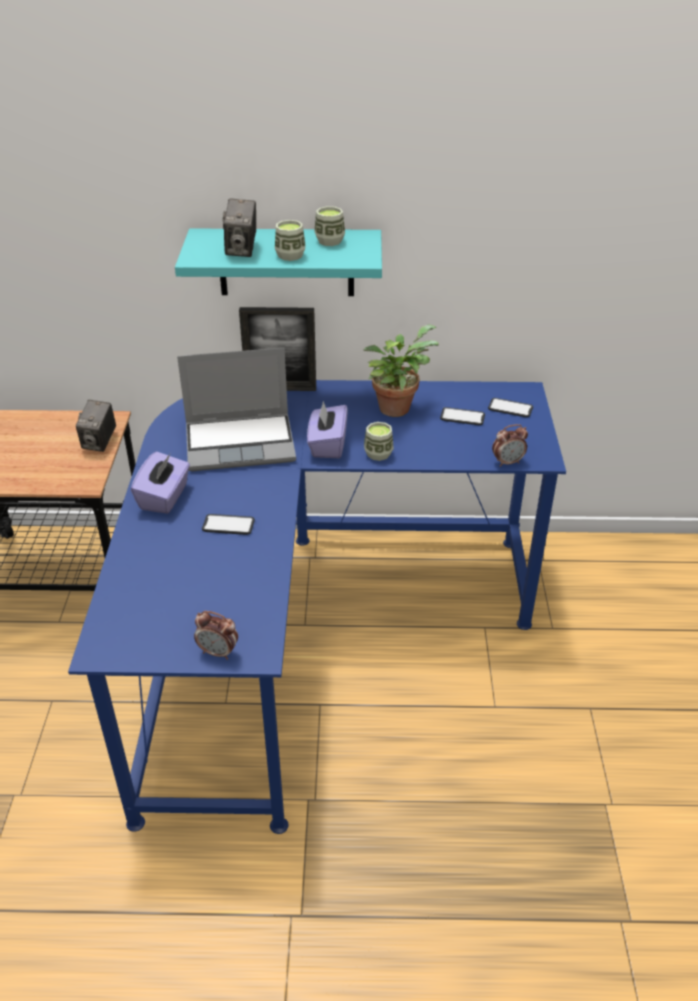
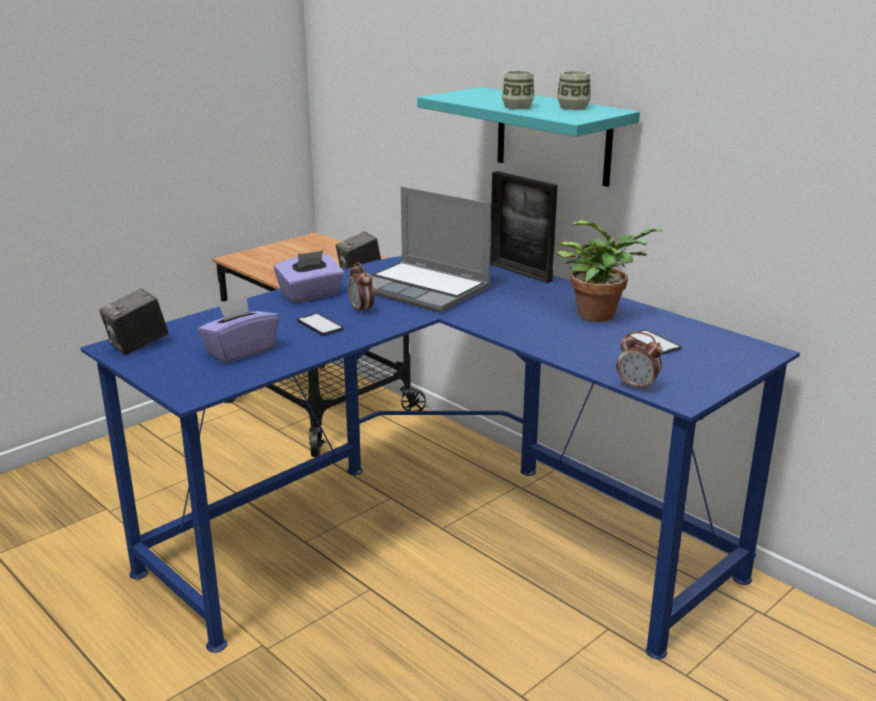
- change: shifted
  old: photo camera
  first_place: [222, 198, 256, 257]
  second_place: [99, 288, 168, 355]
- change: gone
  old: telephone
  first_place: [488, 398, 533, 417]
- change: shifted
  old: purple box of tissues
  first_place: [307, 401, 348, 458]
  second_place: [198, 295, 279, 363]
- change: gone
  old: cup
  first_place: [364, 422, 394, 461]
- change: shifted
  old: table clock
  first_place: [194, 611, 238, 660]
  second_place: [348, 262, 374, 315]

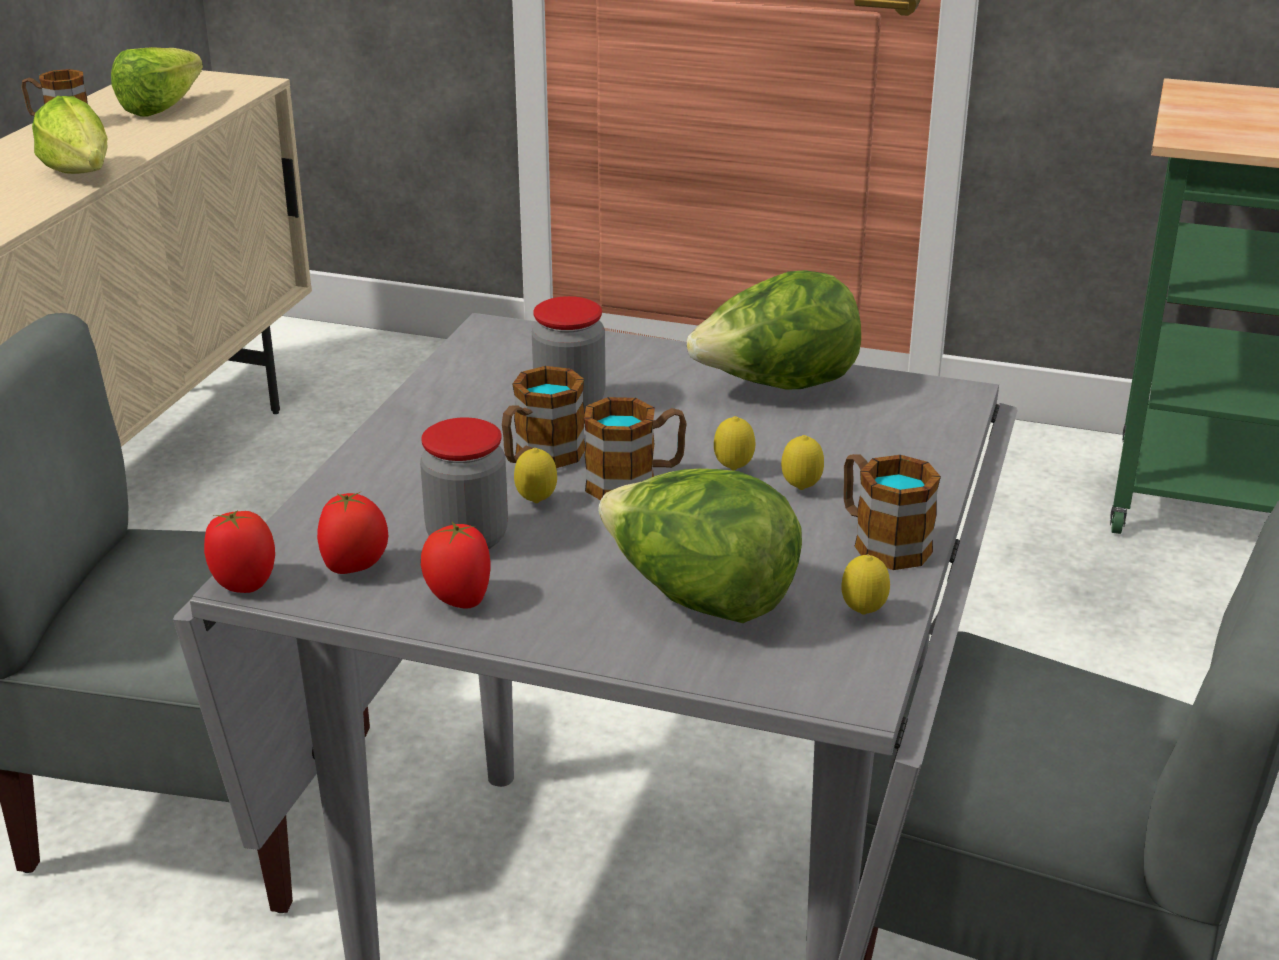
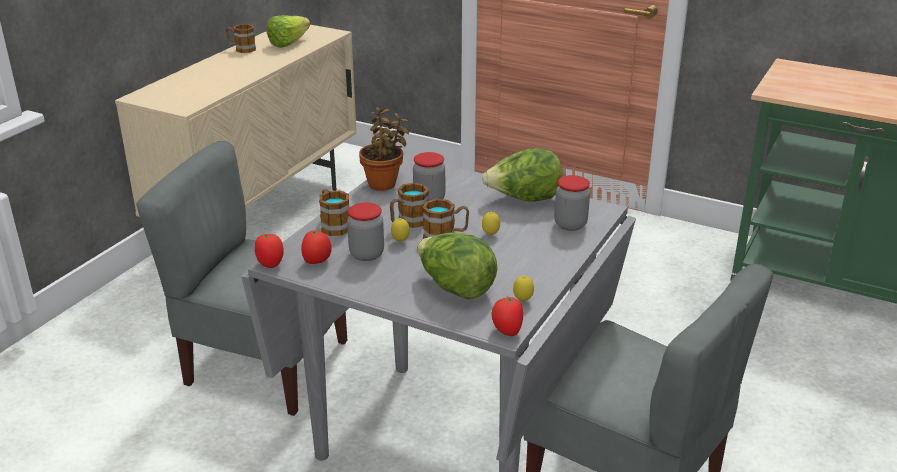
- change: gone
  old: lettuce head
  first_place: [32, 96, 108, 174]
- change: gone
  old: whole lemon
  first_place: [781, 435, 824, 490]
- change: shifted
  old: mug
  first_place: [843, 454, 941, 570]
  second_place: [319, 189, 350, 236]
- change: shifted
  old: tomato
  first_place: [421, 522, 491, 609]
  second_place: [492, 296, 523, 336]
- change: new
  new: potted plant
  second_place: [359, 107, 409, 191]
- change: new
  new: jar
  second_place: [554, 175, 590, 231]

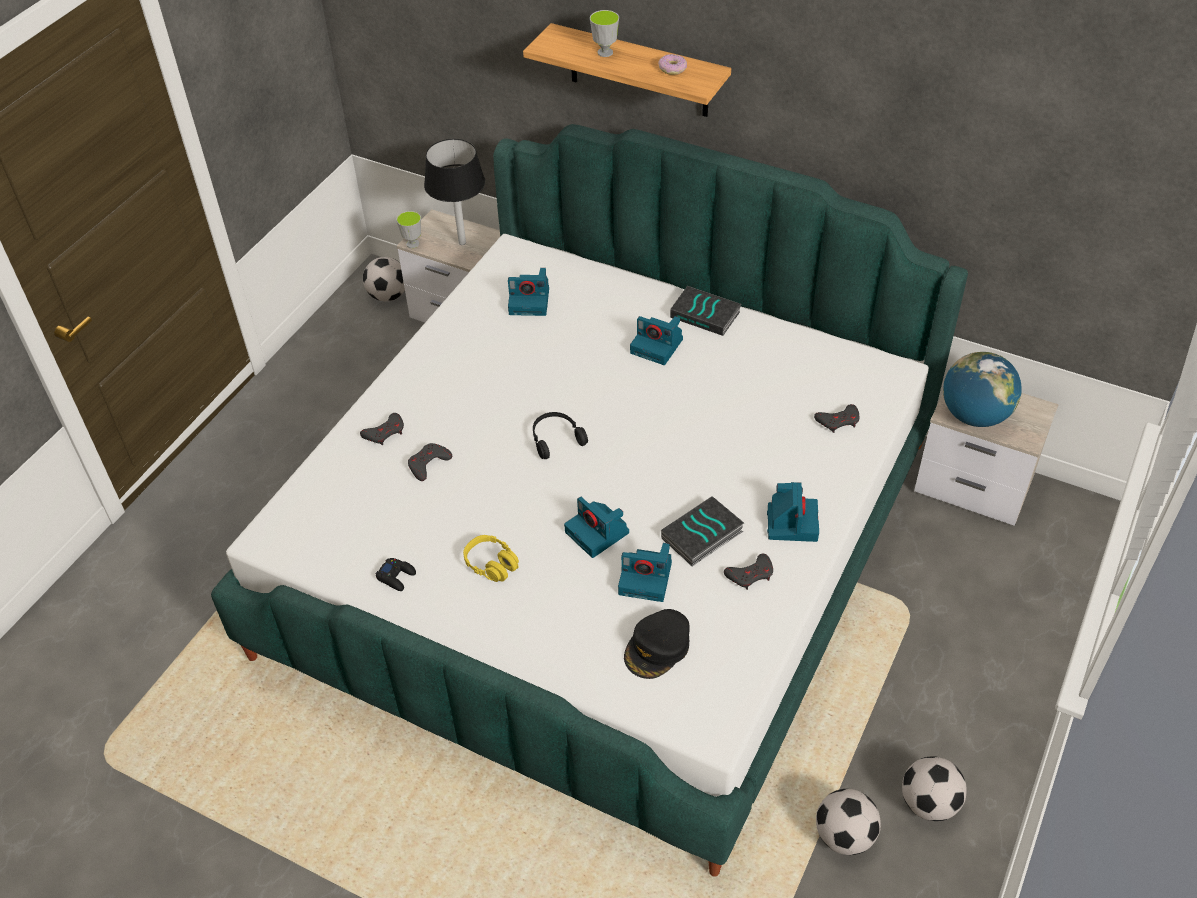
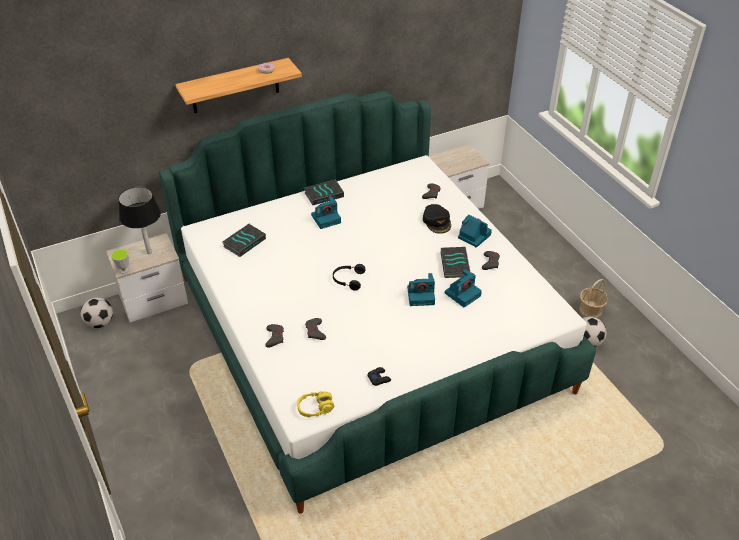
- change: gone
  old: cup
  first_place: [590, 10, 619, 57]
- change: swapped
  old: photo camera
  new: book
  first_place: [508, 268, 549, 316]
  second_place: [222, 224, 266, 257]
- change: gone
  old: desk globe
  first_place: [943, 352, 1022, 427]
- change: shifted
  old: yellow-coloured pair of headphones
  first_place: [463, 535, 519, 582]
  second_place: [297, 391, 334, 417]
- change: shifted
  old: blackish baseball cap
  first_place: [624, 609, 690, 679]
  second_place: [423, 204, 451, 234]
- change: swapped
  old: football ball
  new: basket
  first_place: [902, 756, 967, 821]
  second_place: [580, 279, 608, 318]

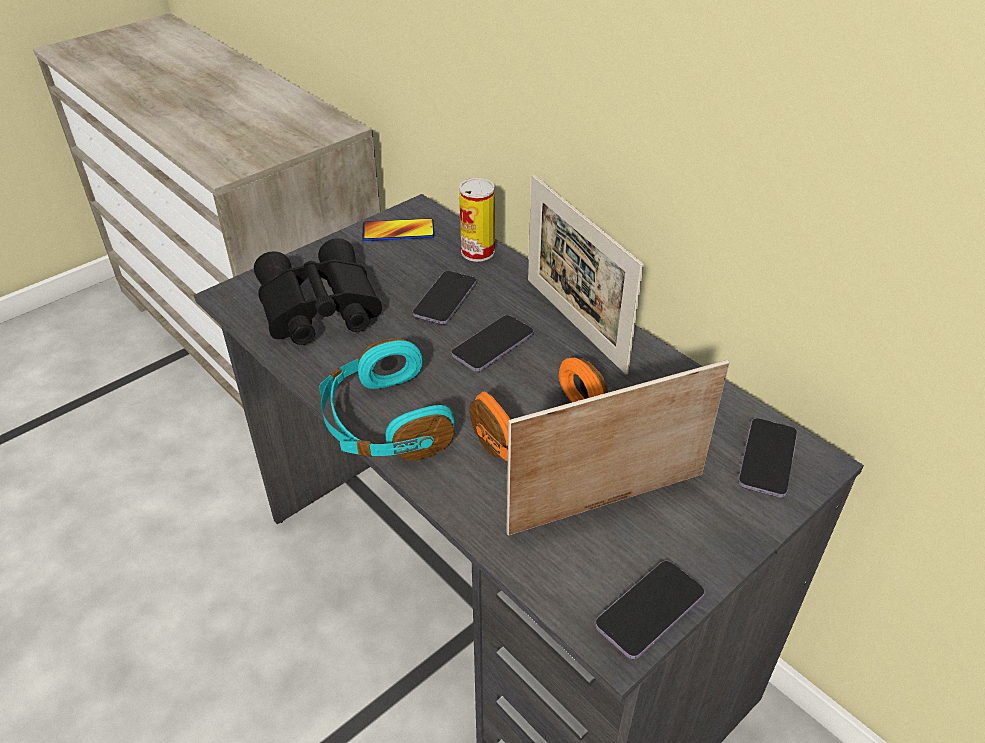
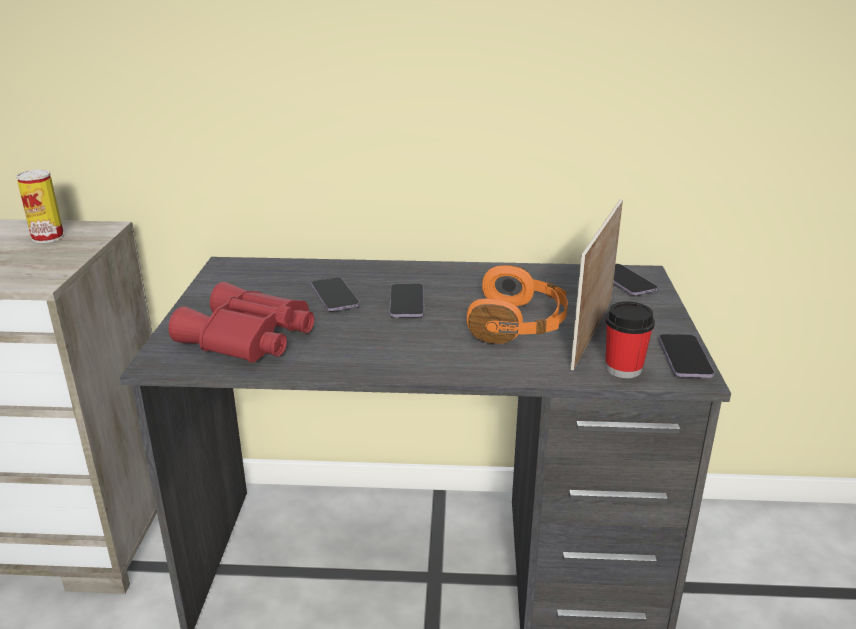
- change: gone
  old: photo frame
  first_place: [528, 175, 644, 375]
- change: shifted
  old: sealed can
  first_place: [459, 178, 495, 262]
  second_place: [16, 169, 64, 243]
- change: gone
  old: telephone
  first_place: [362, 218, 435, 241]
- change: repainted
  old: blackish pair of binoculars
  new: red-coloured pair of binoculars
  first_place: [254, 238, 382, 345]
  second_place: [168, 282, 314, 363]
- change: gone
  old: turquoise-coloured pair of headphones
  first_place: [319, 338, 455, 460]
- change: new
  new: cup
  second_place: [605, 301, 655, 378]

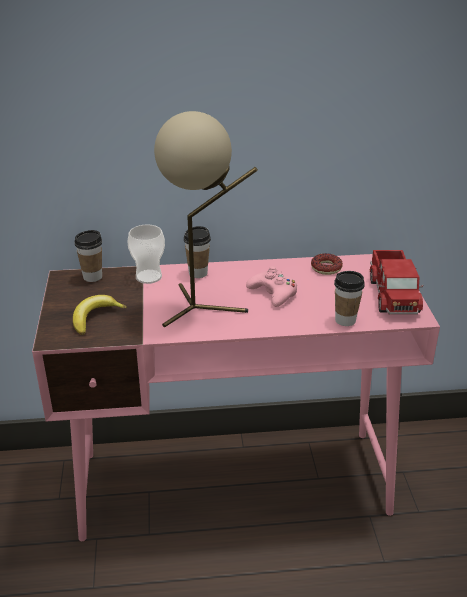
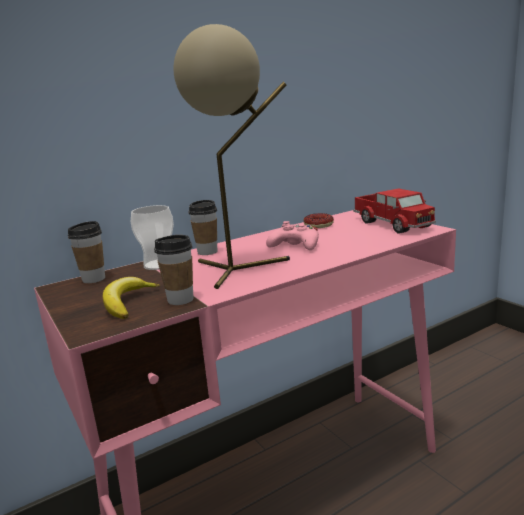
- change: shifted
  old: cup
  first_place: [334, 271, 365, 326]
  second_place: [154, 235, 193, 305]

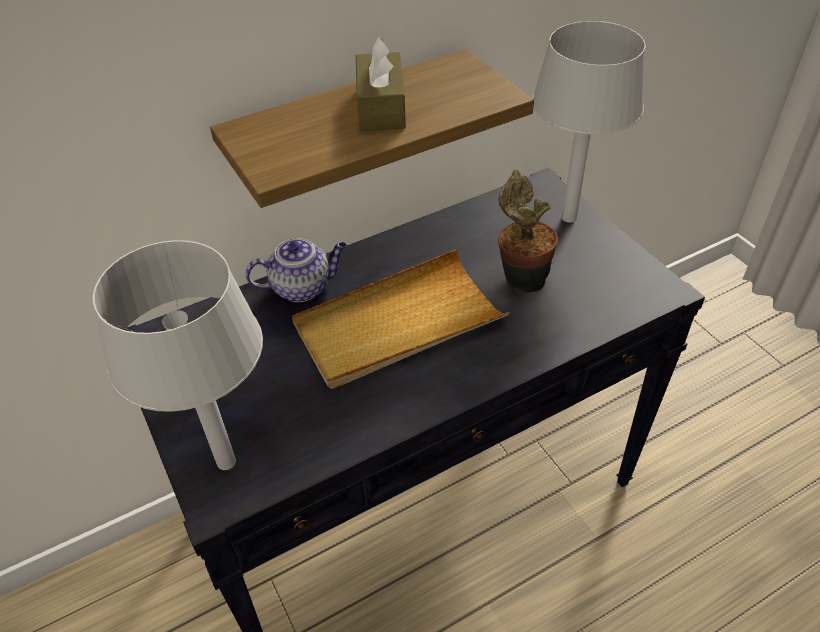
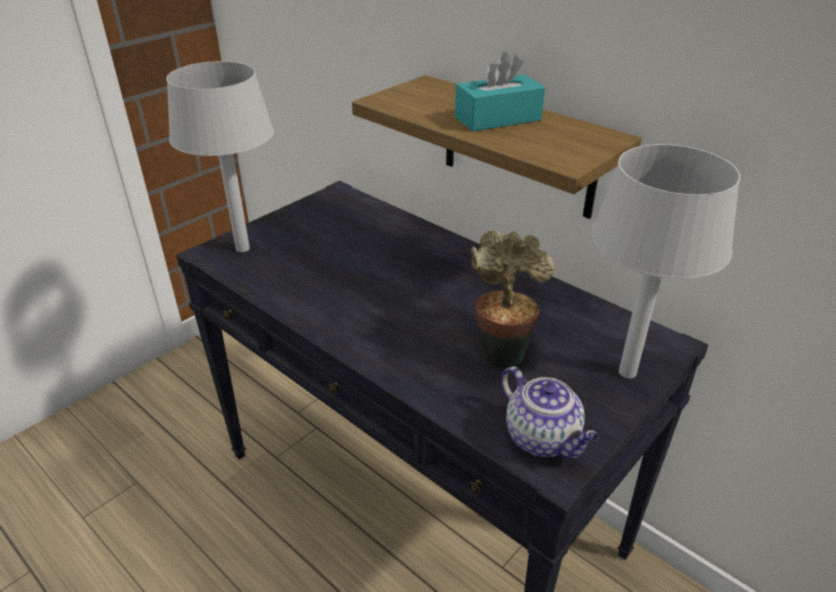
- change: repainted
  old: brownish box of tissues
  new: turquoise-coloured box of tissues
  first_place: [356, 37, 406, 131]
  second_place: [455, 52, 545, 132]
- change: shifted
  old: pot for tea
  first_place: [245, 238, 347, 302]
  second_place: [501, 366, 599, 459]
- change: gone
  old: beige-coloured carrying tray
  first_place: [292, 249, 509, 389]

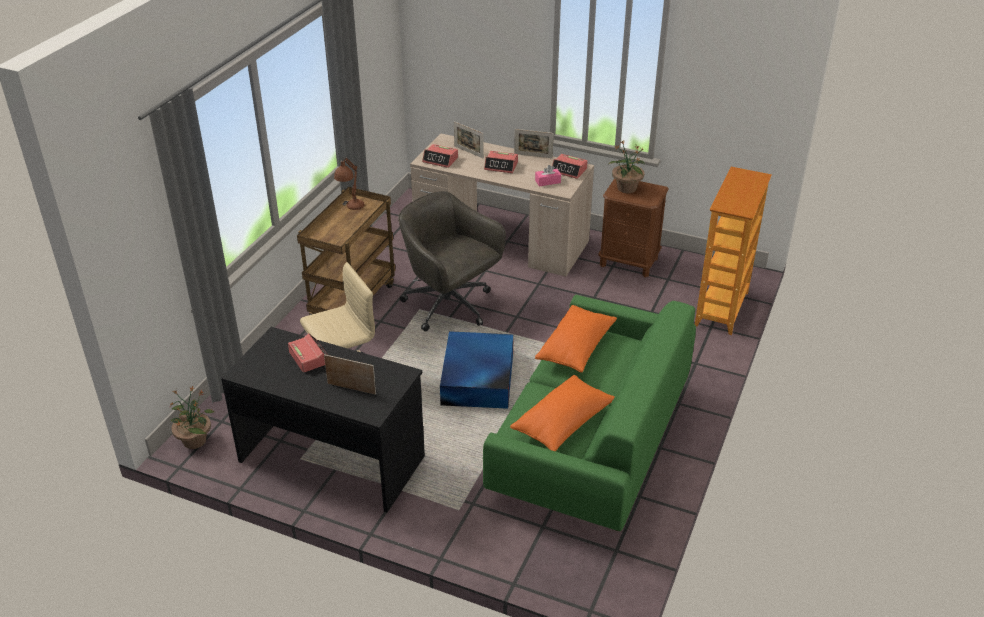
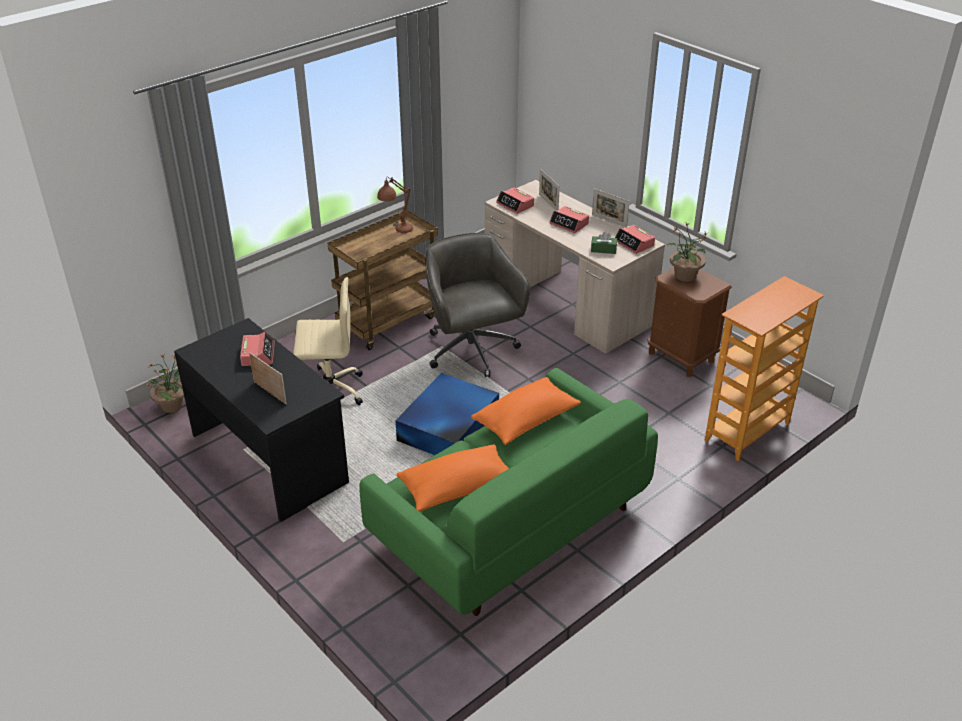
- change: repainted
  old: pinkish box of tissues
  new: green-coloured box of tissues
  first_place: [535, 165, 561, 186]
  second_place: [591, 232, 617, 254]

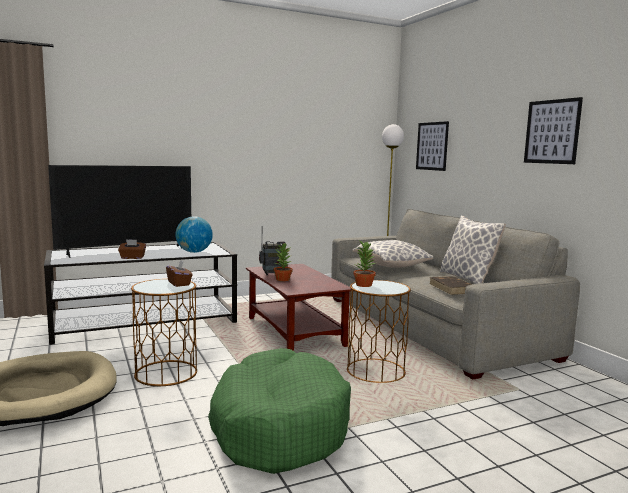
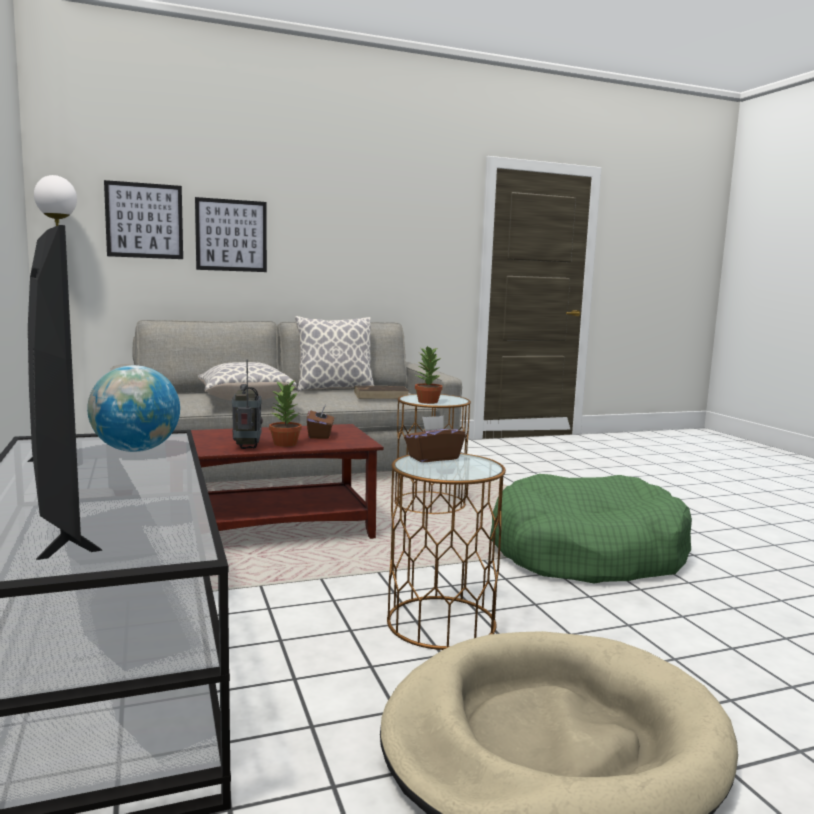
- change: shifted
  old: wall art
  first_place: [524, 97, 583, 164]
  second_place: [195, 197, 267, 272]
- change: shifted
  old: brownish box of tissues
  first_place: [118, 239, 146, 259]
  second_place: [307, 405, 334, 439]

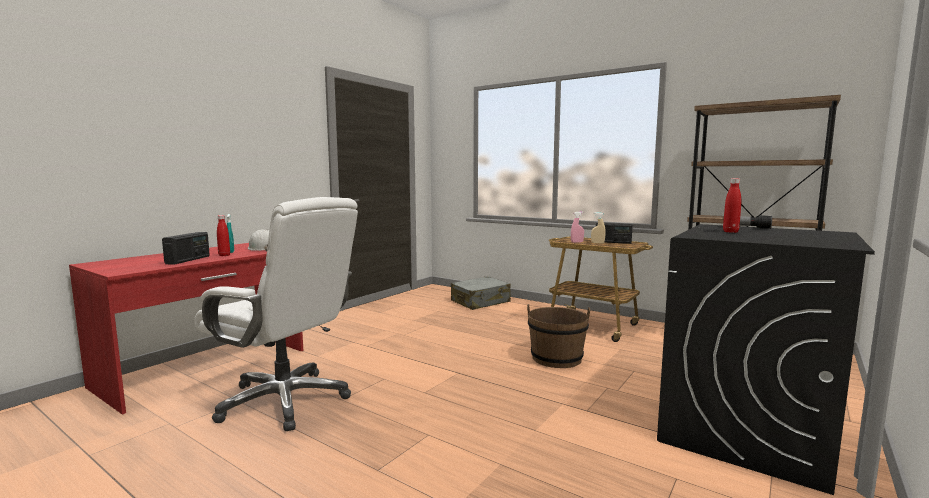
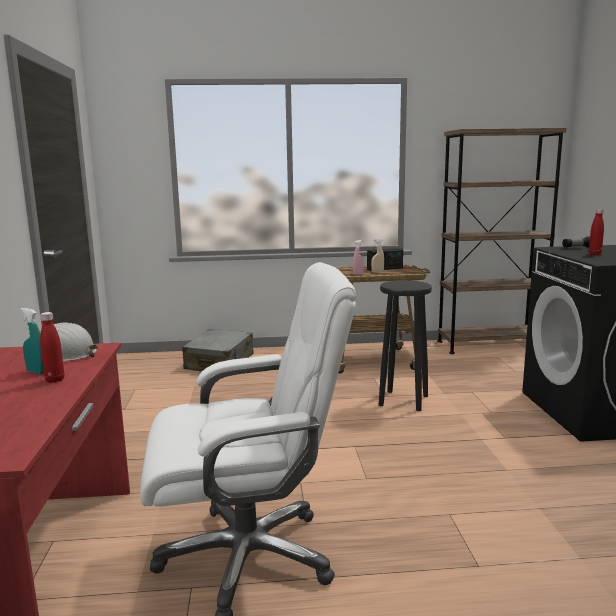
- change: gone
  old: radio receiver
  first_place: [162, 232, 210, 265]
- change: swapped
  old: brownish pail
  new: blackish stool
  first_place: [527, 304, 590, 368]
  second_place: [379, 280, 432, 411]

